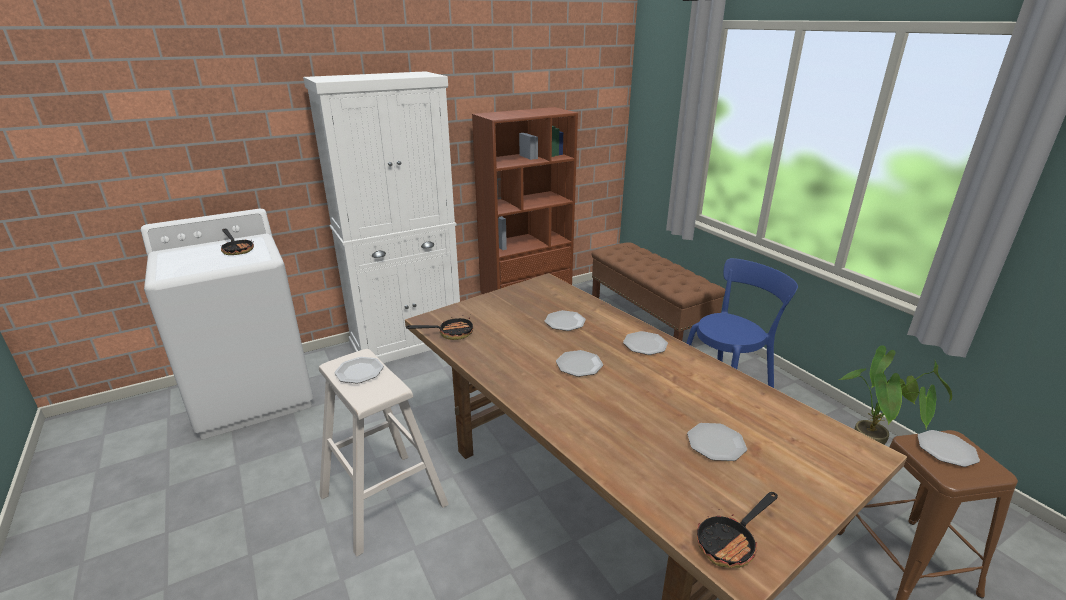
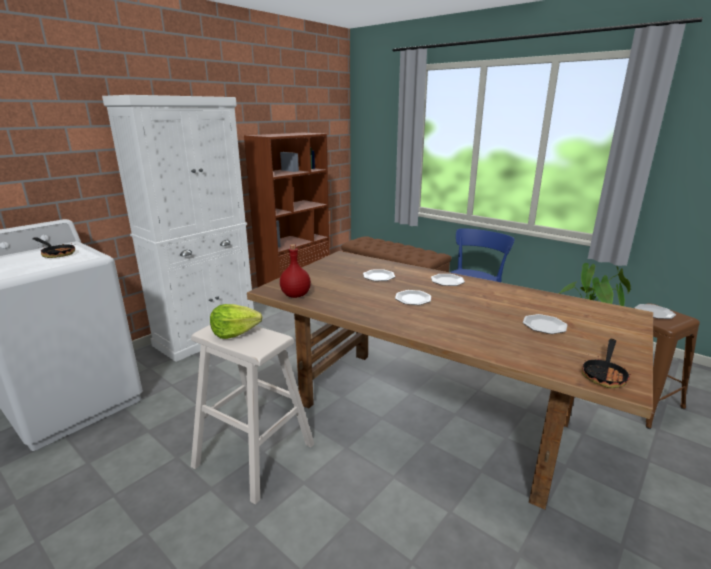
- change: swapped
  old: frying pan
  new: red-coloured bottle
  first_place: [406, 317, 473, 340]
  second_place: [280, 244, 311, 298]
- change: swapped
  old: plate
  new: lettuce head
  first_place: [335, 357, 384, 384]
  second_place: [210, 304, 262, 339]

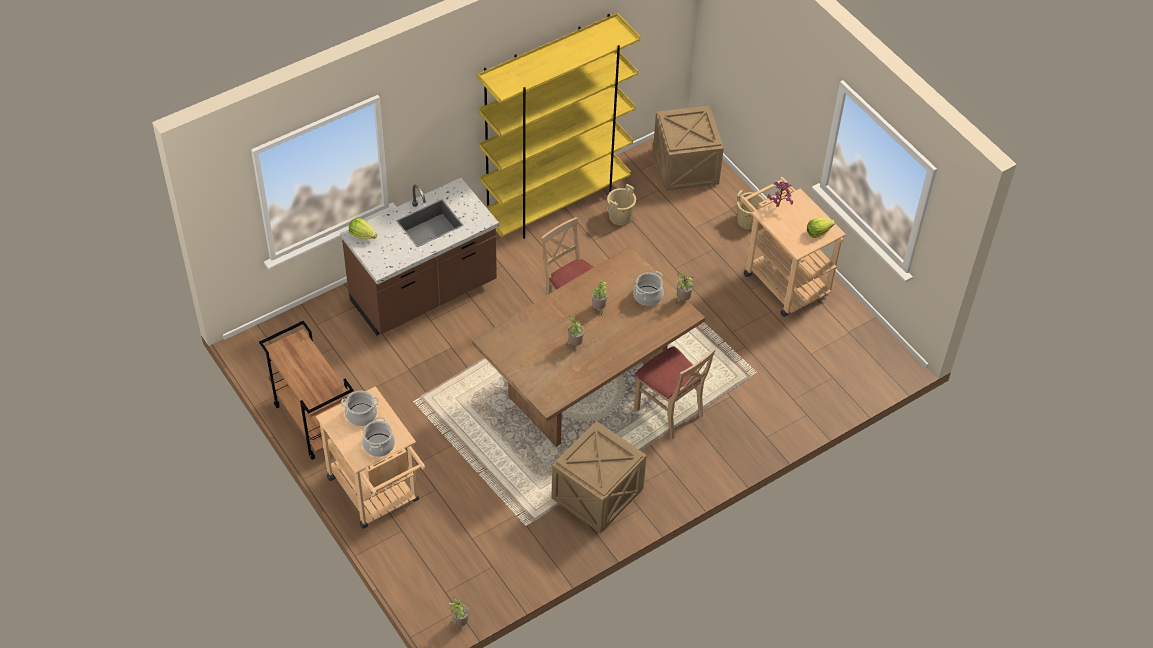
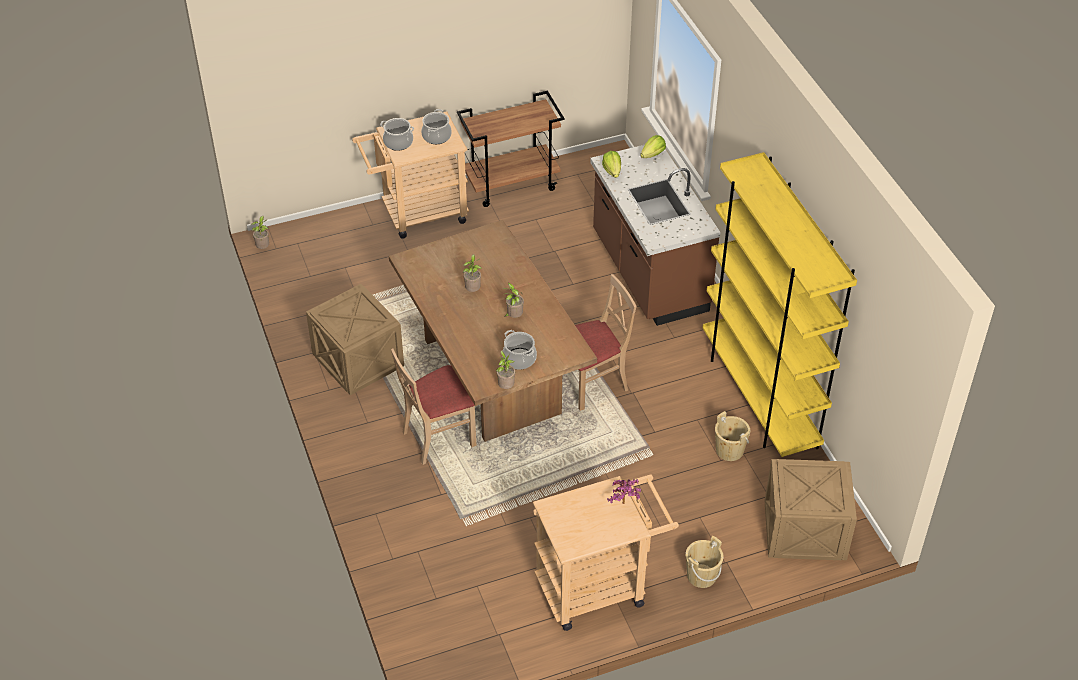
- change: shifted
  old: lettuce head
  first_place: [807, 218, 835, 238]
  second_place: [602, 151, 621, 178]

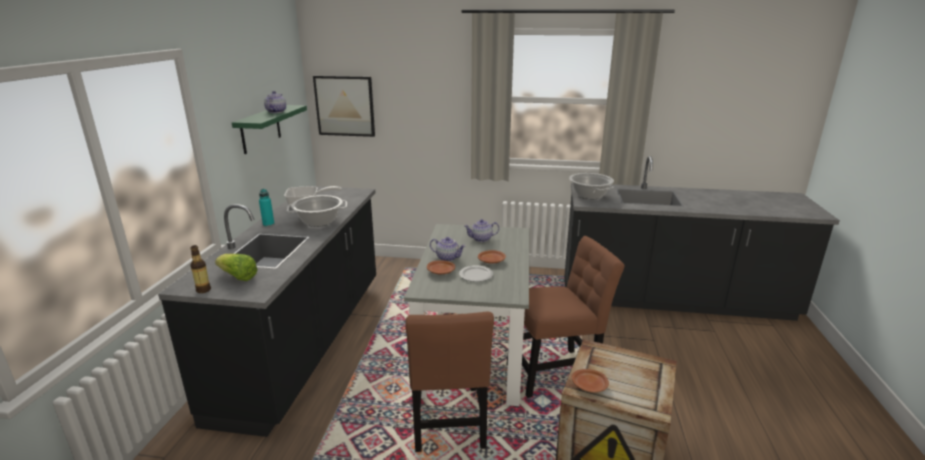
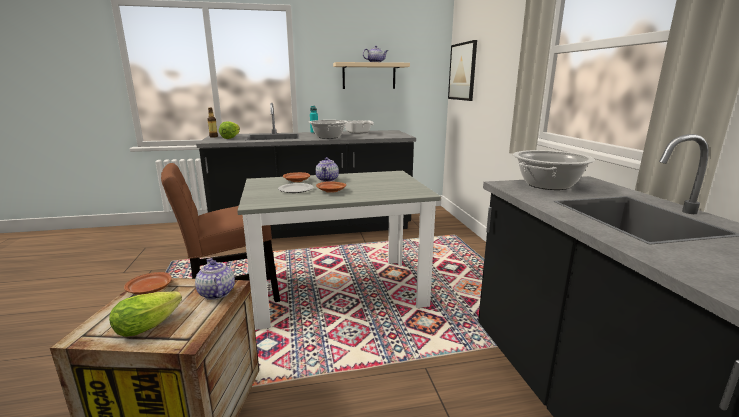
- change: repainted
  old: green-coloured shelf
  new: beige-coloured shelf
  first_place: [232, 105, 307, 154]
  second_place: [333, 62, 410, 89]
- change: shifted
  old: pot for tea
  first_place: [464, 219, 499, 242]
  second_place: [195, 258, 235, 300]
- change: gone
  old: brownish chair
  first_place: [507, 236, 624, 398]
- change: new
  new: lettuce head
  second_place: [109, 291, 182, 337]

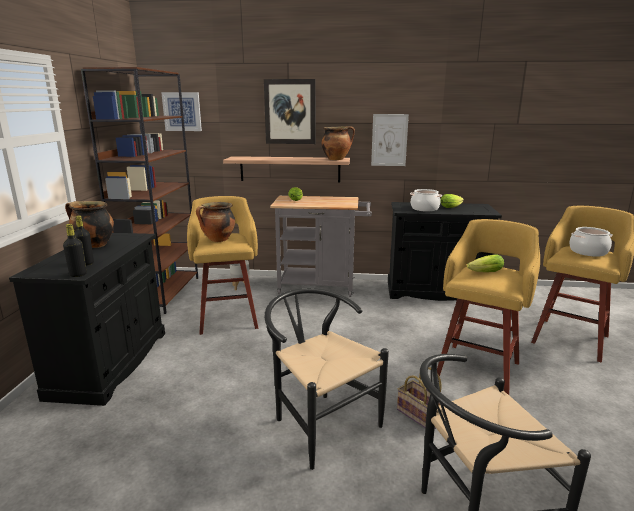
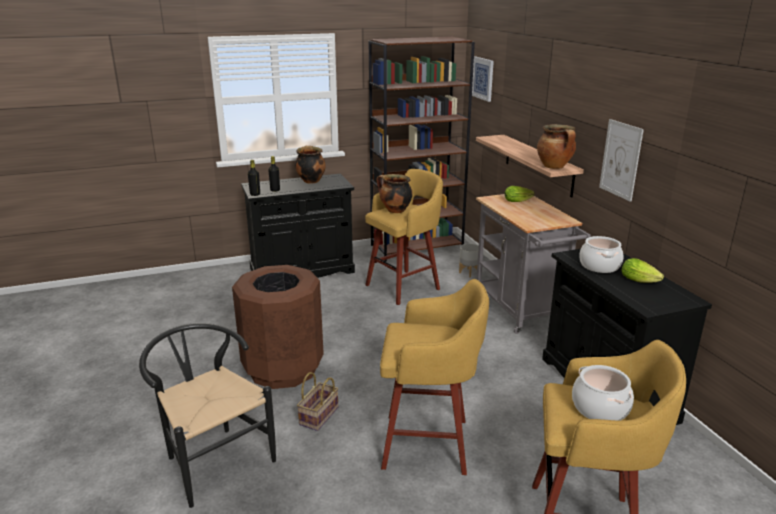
- change: gone
  old: wall art
  first_place: [264, 79, 316, 144]
- change: gone
  old: lettuce head
  first_place: [467, 255, 504, 272]
- change: swapped
  old: blackish chair
  new: brownish waste bin
  first_place: [265, 288, 389, 470]
  second_place: [232, 265, 324, 389]

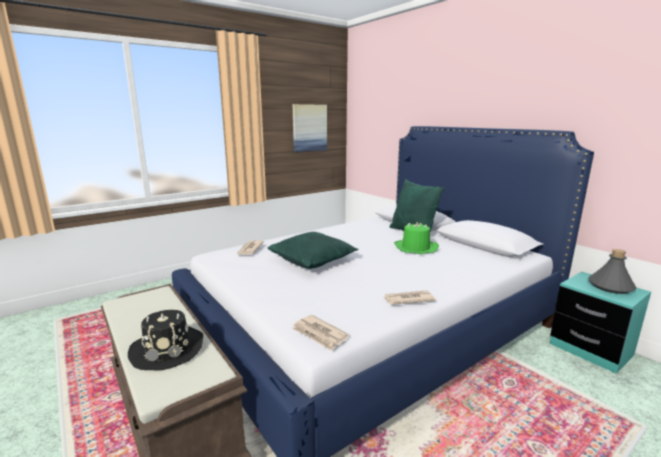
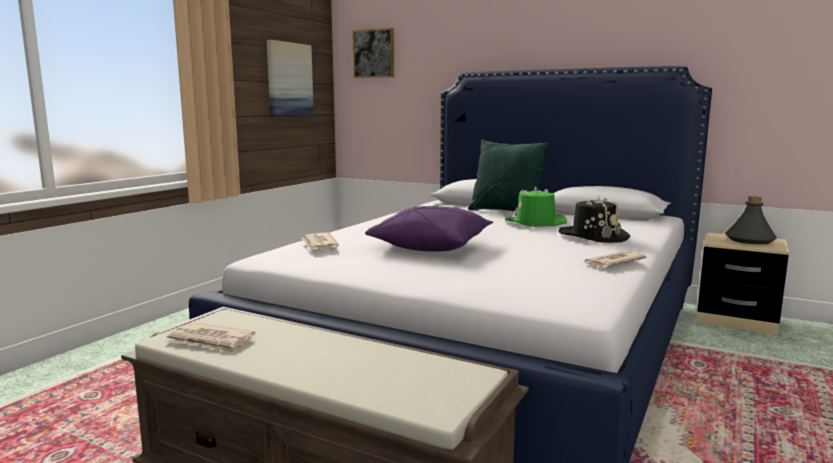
- change: repainted
  old: green-coloured cushion
  new: purple cushion
  first_place: [268, 232, 358, 269]
  second_place: [365, 206, 493, 252]
- change: repainted
  old: turquoise-coloured bedside table
  new: beige-coloured bedside table
  first_place: [550, 272, 651, 374]
  second_place: [696, 233, 789, 335]
- change: shifted
  old: blackish clothing hat
  first_place: [128, 310, 203, 371]
  second_place: [558, 196, 630, 243]
- change: shifted
  old: printed paper
  first_place: [292, 315, 349, 351]
  second_place: [165, 322, 255, 354]
- change: new
  new: wall art
  second_place: [352, 28, 394, 78]

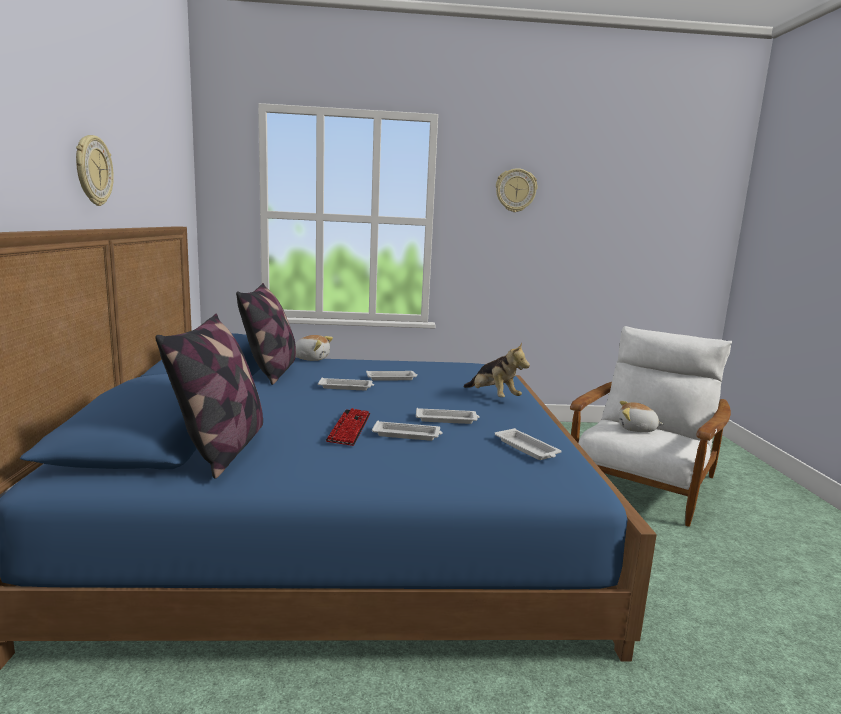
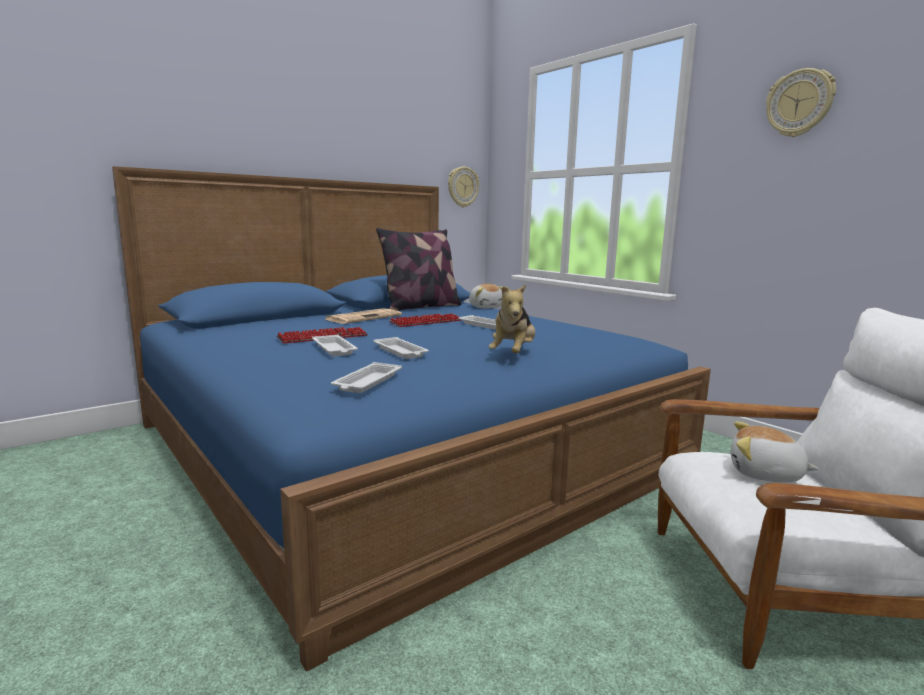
- change: shifted
  old: hanging clock
  first_place: [76, 135, 114, 206]
  second_place: [448, 167, 479, 207]
- change: gone
  old: cushion
  first_place: [155, 314, 263, 479]
- change: swapped
  old: white-coloured carrying tray
  new: PC keyboard
  first_place: [318, 377, 374, 390]
  second_place: [389, 314, 462, 327]
- change: rotated
  old: soft toy
  first_place: [619, 401, 664, 432]
  second_place: [731, 422, 819, 482]
  degrees: -45
- change: new
  new: printed paper
  second_place: [325, 308, 402, 324]

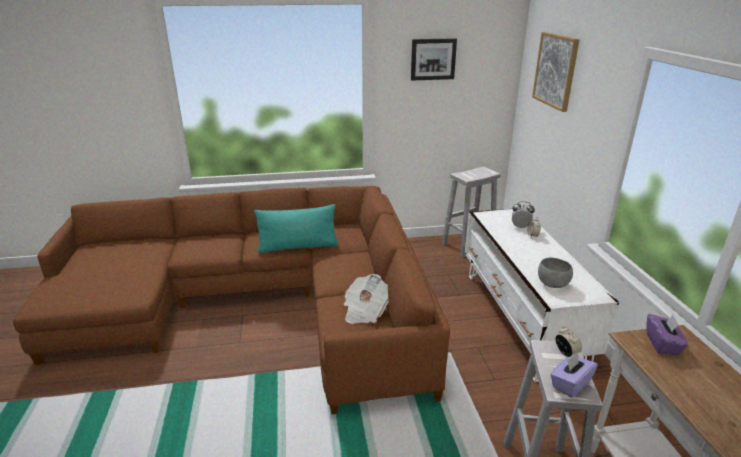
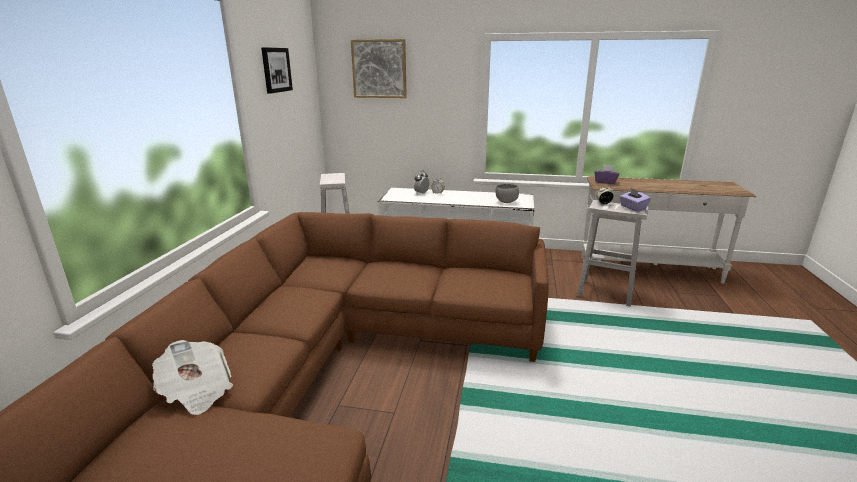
- change: gone
  old: turquoise-coloured cushion
  first_place: [254, 204, 339, 253]
- change: shifted
  old: printed paper
  first_place: [344, 274, 388, 324]
  second_place: [152, 340, 233, 415]

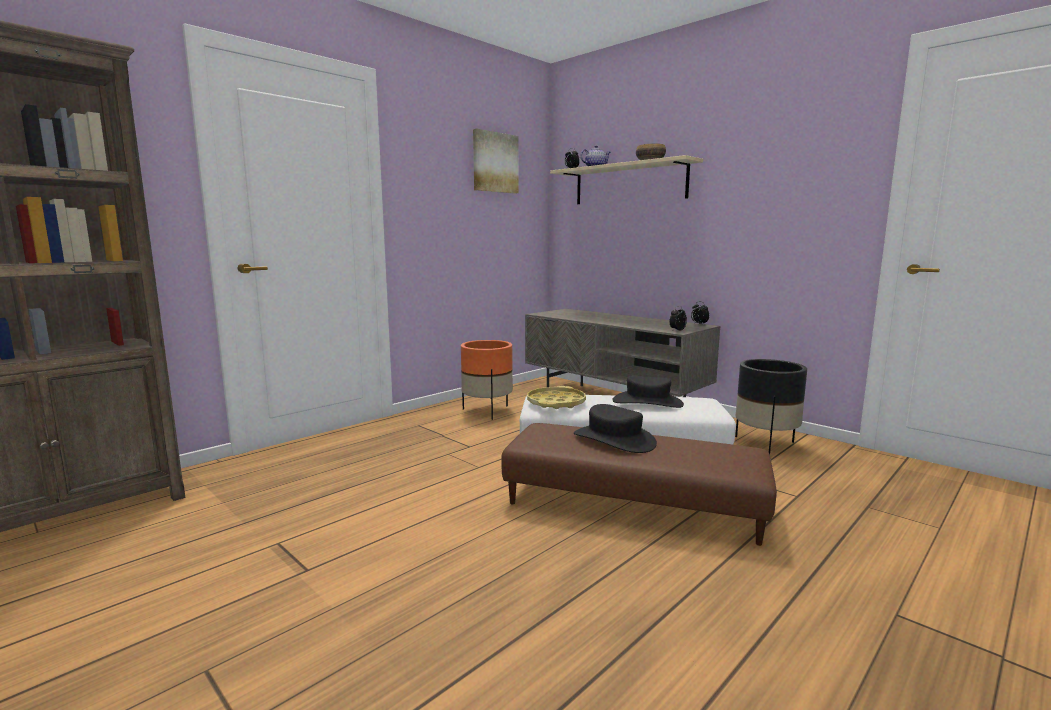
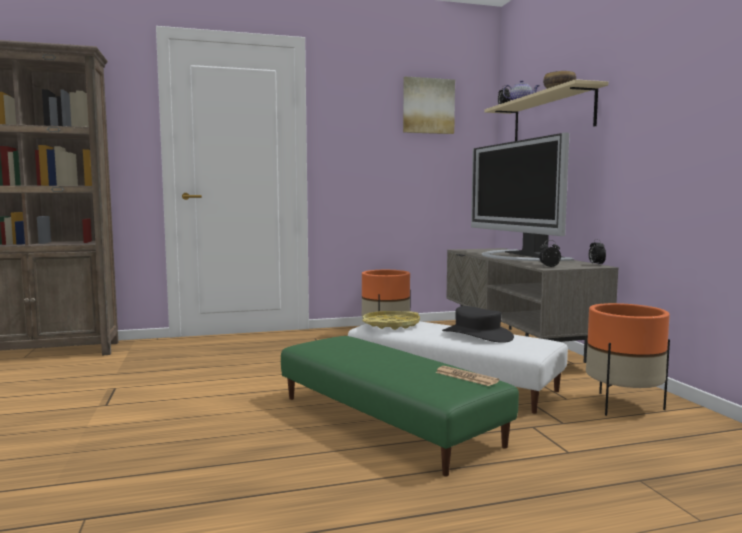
- change: repainted
  old: blackish plant pot
  new: orange plant pot
  first_place: [735, 359, 807, 454]
  second_place: [586, 303, 670, 416]
- change: gone
  old: blackish clothing hat
  first_place: [574, 404, 657, 453]
- change: repainted
  old: brownish ottoman
  new: green-coloured ottoman
  first_place: [501, 423, 777, 546]
  second_place: [281, 336, 519, 476]
- change: new
  new: TV set
  second_place: [471, 133, 574, 261]
- change: new
  new: printed paper
  second_place: [435, 366, 499, 386]

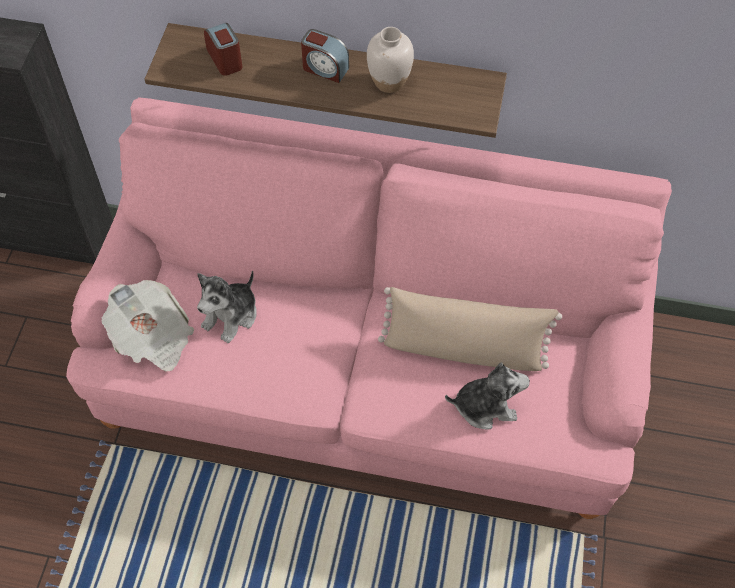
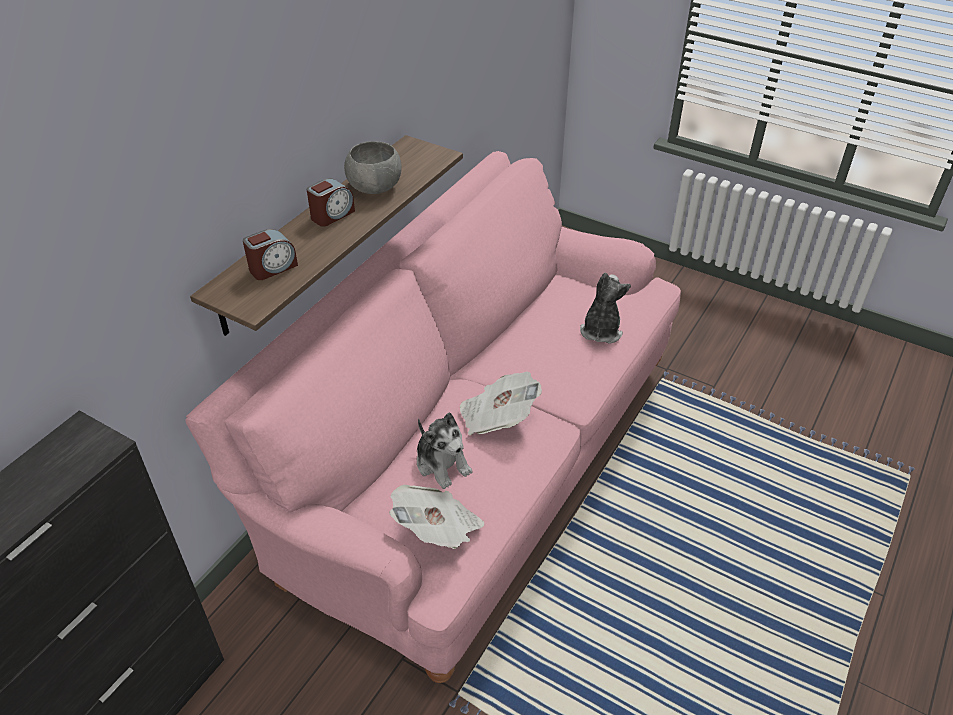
- change: rotated
  old: table clock
  first_place: [204, 23, 242, 76]
  second_place: [243, 229, 298, 280]
  degrees: 150
- change: swapped
  old: white-coloured decorative vase
  new: gray deep dish
  first_place: [367, 27, 414, 93]
  second_place: [344, 141, 402, 194]
- change: gone
  old: beige-coloured cushion
  first_place: [378, 287, 562, 371]
- change: new
  new: printed paper
  second_place: [459, 372, 542, 435]

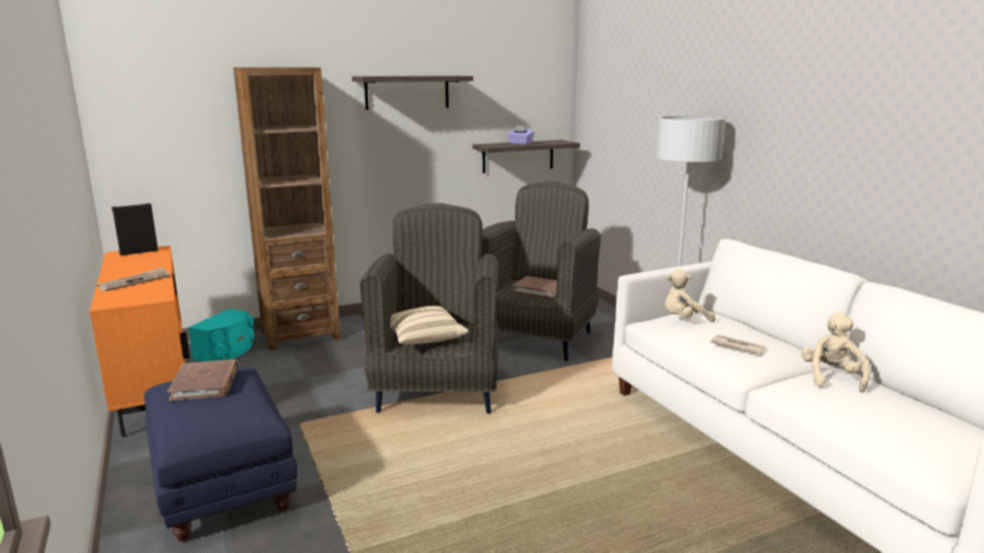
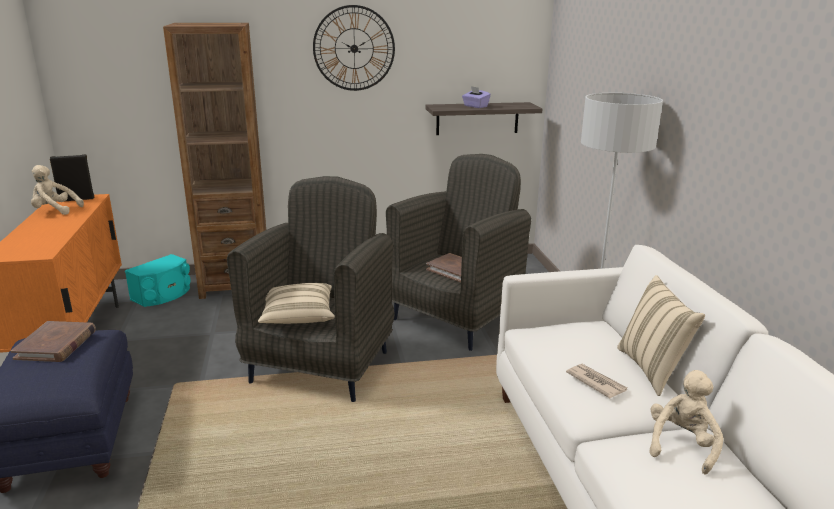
- change: swapped
  old: shelf
  new: hanging clock
  first_place: [352, 76, 473, 110]
  second_place: [313, 5, 395, 91]
- change: gone
  old: printed paper
  first_place: [97, 267, 170, 292]
- change: shifted
  old: beige-coloured soft toy
  first_place: [665, 269, 715, 323]
  second_place: [31, 165, 84, 215]
- change: new
  new: beige-coloured cushion
  second_place: [617, 275, 705, 396]

